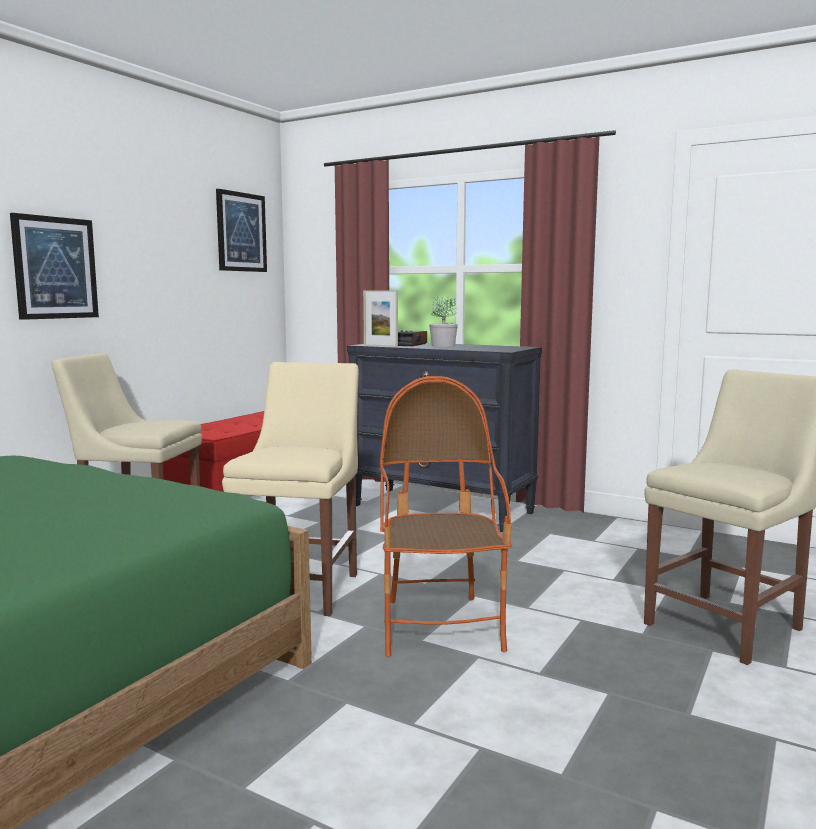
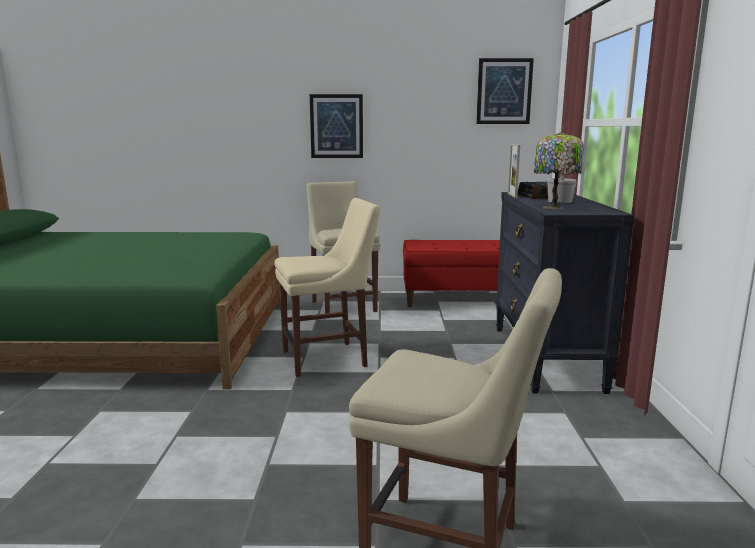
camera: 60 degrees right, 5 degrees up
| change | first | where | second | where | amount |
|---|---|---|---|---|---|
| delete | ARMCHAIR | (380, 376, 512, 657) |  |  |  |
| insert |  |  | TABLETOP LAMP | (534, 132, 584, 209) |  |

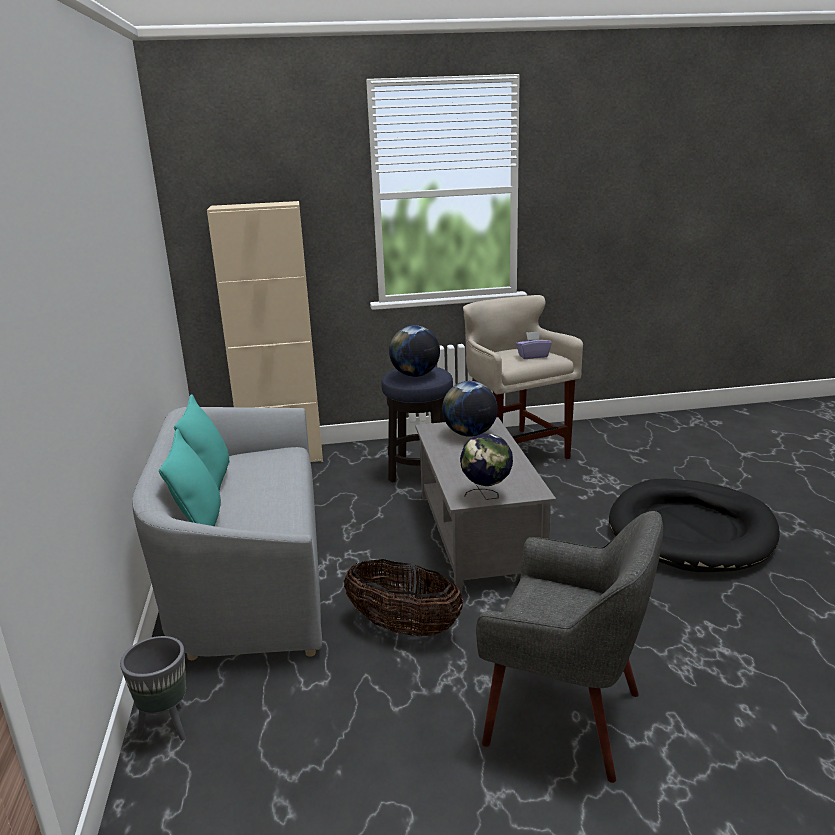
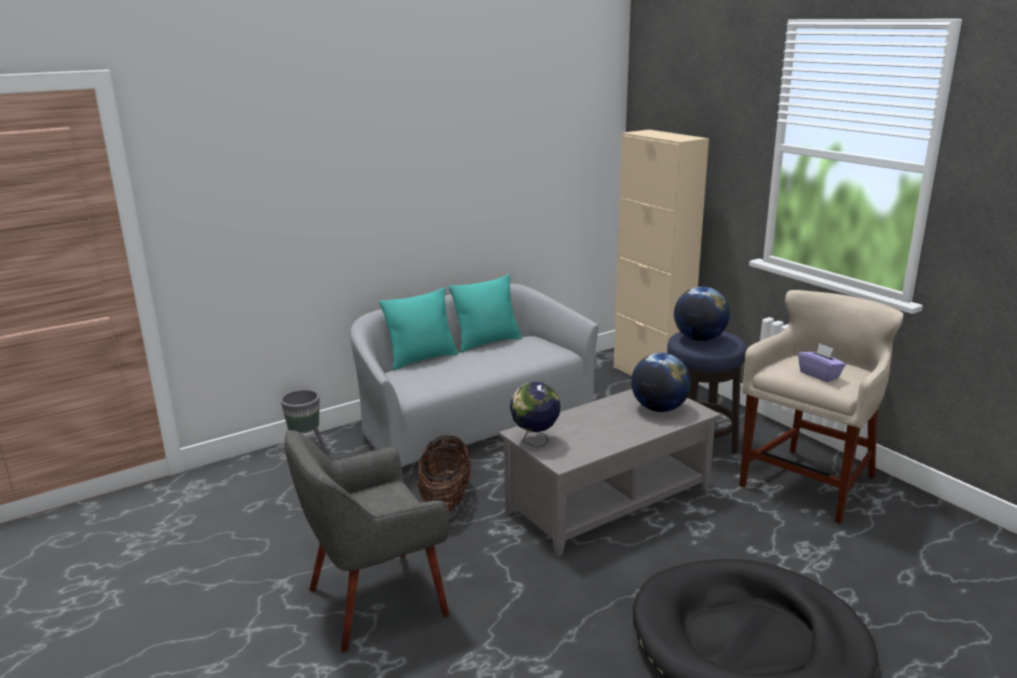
camera: 65 degrees right, 0 degrees up
| change | first | where | second | where | amount |
|---|---|---|---|---|---|
| rotate | GRAY ARMCHAIR | (476, 511, 663, 783) |  | (285, 430, 449, 653) | 60 degrees clockwise |

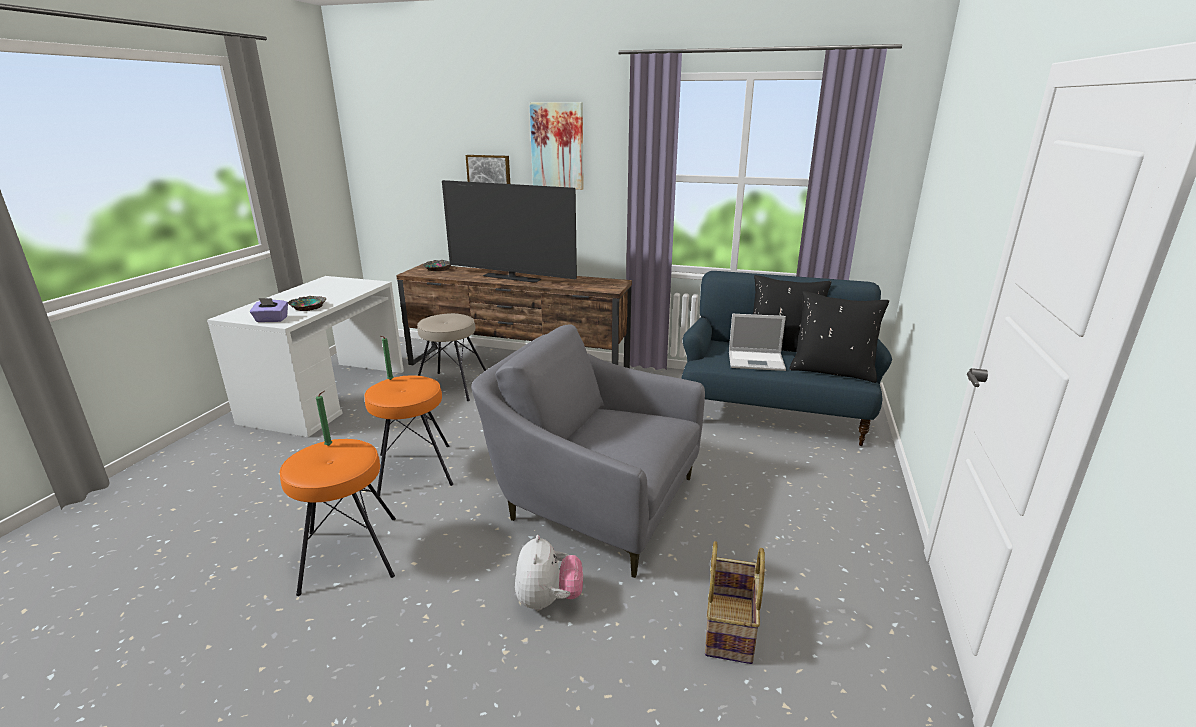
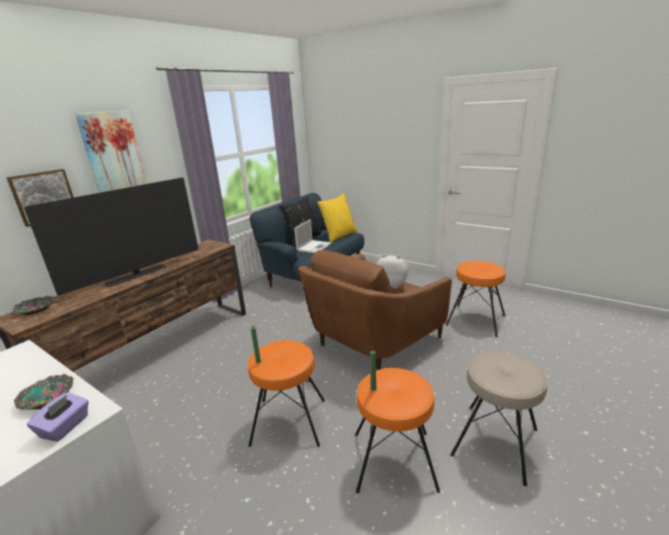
camera: 70 degrees left, 0 degrees up
| change | first | where | second | where | amount |
|---|---|---|---|---|---|
| move | BEIGE STOOL SEAT | (417, 313, 486, 401) |  | (451, 352, 548, 486) |  |
| move | SOFT TOY | (515, 535, 583, 610) |  | (376, 254, 408, 289) |  |
| replace | BASKET | (705, 541, 765, 664) | ORANGE-COLOURED STOOL SEAT | (446, 261, 506, 337) |  |
| recolor | GRAY ARMCHAIR | (471, 325, 705, 578) | BROWN-COLOURED ARMCHAIR | (298, 250, 452, 370) |  |
| recolor | BLACK THROW PILLOW | (790, 291, 889, 383) | YELLOW THROW PILLOW | (317, 193, 357, 242) |  |

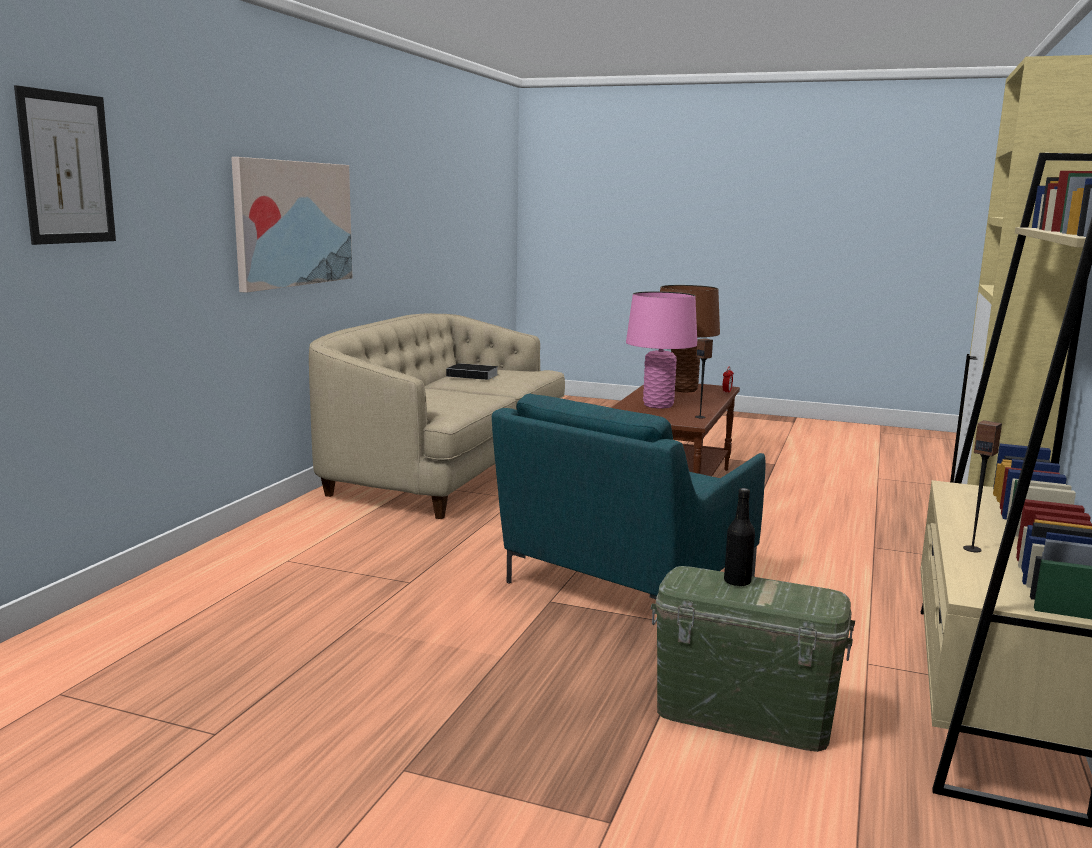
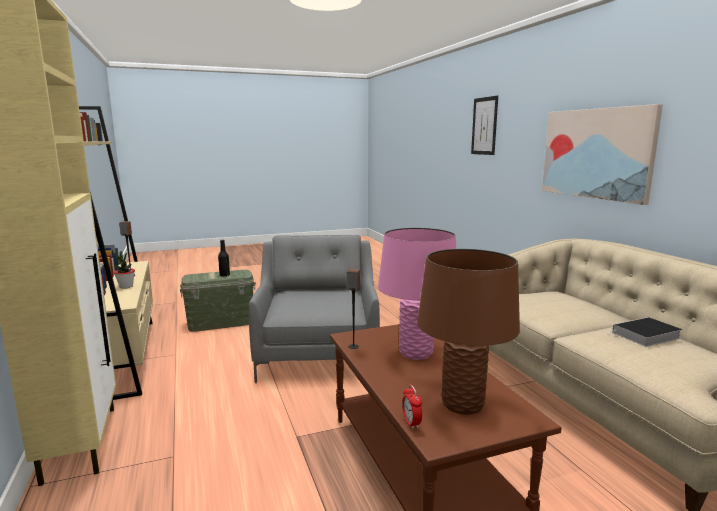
camera: 140 degrees right, 0 degrees up
| change | first | where | second | where | amount |
|---|---|---|---|---|---|
| insert |  |  | PLANT IN A POT | (114, 251, 135, 288) |  |
| recolor | BLUE-GREEN ARMCHAIR | (492, 394, 766, 599) | GRAY ARMCHAIR | (249, 235, 380, 383) |  |

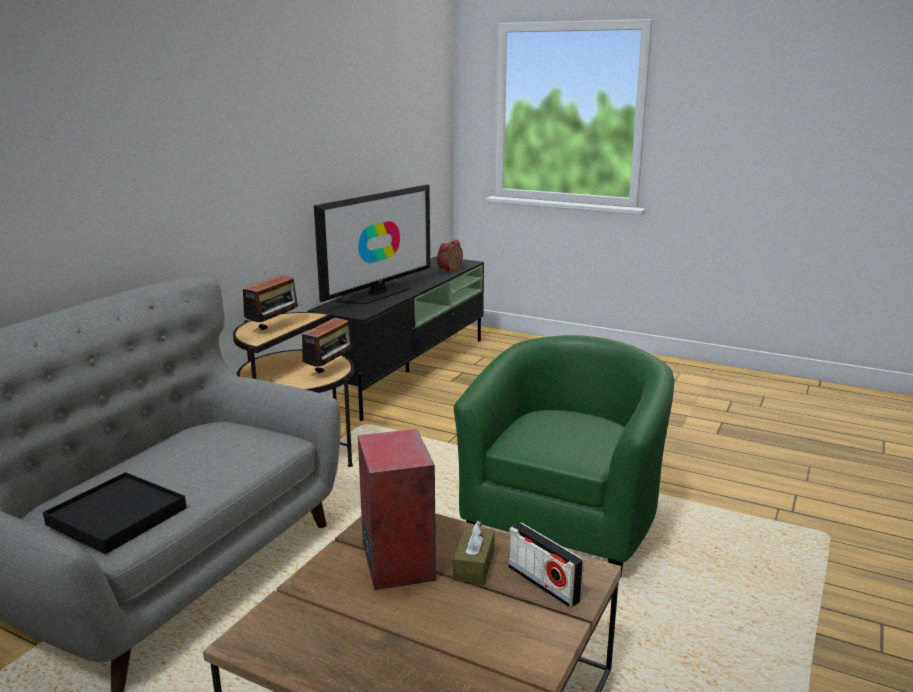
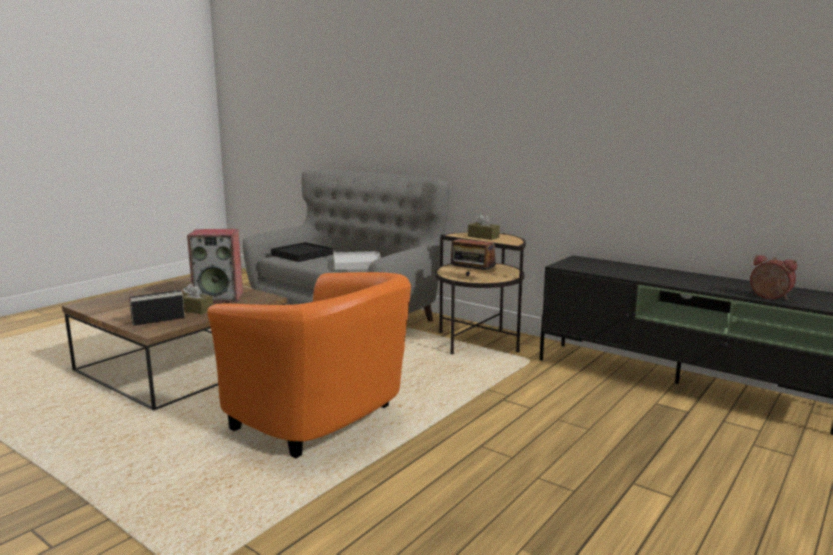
camera: 100 degrees right, 5 degrees down
| change | first | where | second | where | amount |
|---|---|---|---|---|---|
| delete | TV | (314, 184, 430, 304) |  |  |  |
| insert |  |  | WHITE-COLOURED CARRYING TRAY | (334, 251, 381, 270) |  |
| replace | RADIO | (243, 275, 302, 331) | BROWN-COLOURED BOX OF TISSUES | (468, 213, 500, 240) |  |
| recolor | GREEN ARMCHAIR | (454, 335, 674, 580) | ORANGE-COLOURED ARMCHAIR | (207, 272, 411, 458) |  |

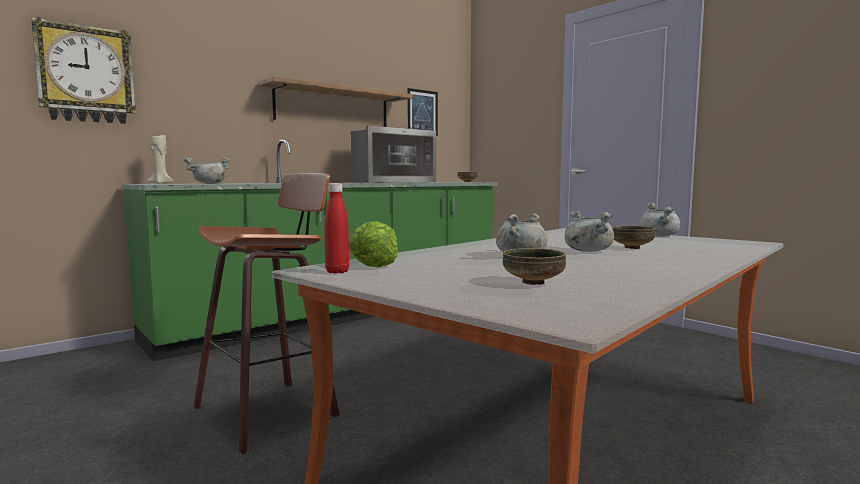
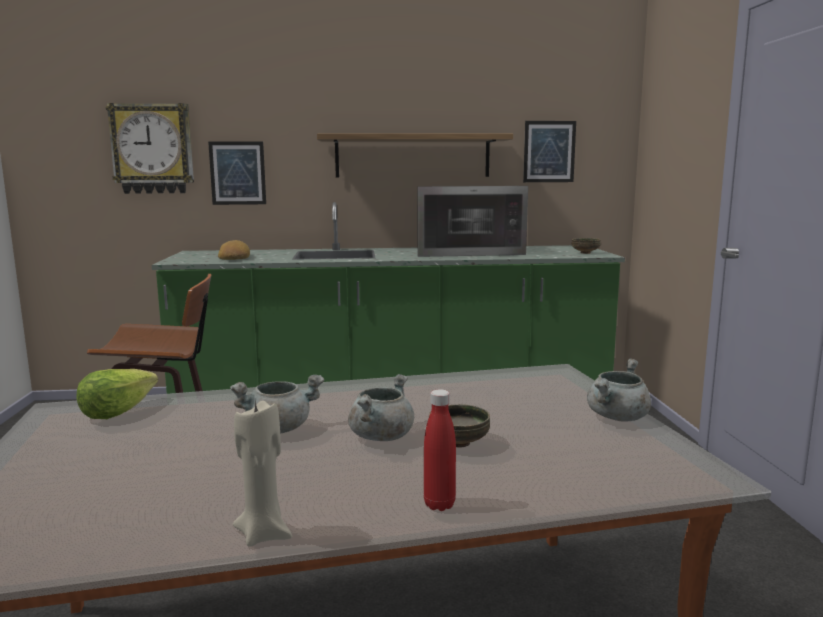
camera: 35 degrees right, 5 degrees up
| change | first | where | second | where | amount |
|---|---|---|---|---|---|
| delete | SERVING BOWL | (503, 248, 566, 285) |  |  |  |
| insert |  |  | WALL ART | (208, 142, 266, 205) |  |
| move | BEIGE CANDLE | (148, 134, 173, 184) |  | (233, 401, 292, 547) |  |
| move | RED-COLOURED BEVERAGE BOTTLE | (324, 183, 349, 274) |  | (424, 389, 456, 511) |  |
| replace | GRAY SAUCEPOT | (184, 157, 230, 184) | BREAD | (218, 240, 250, 260) |  |

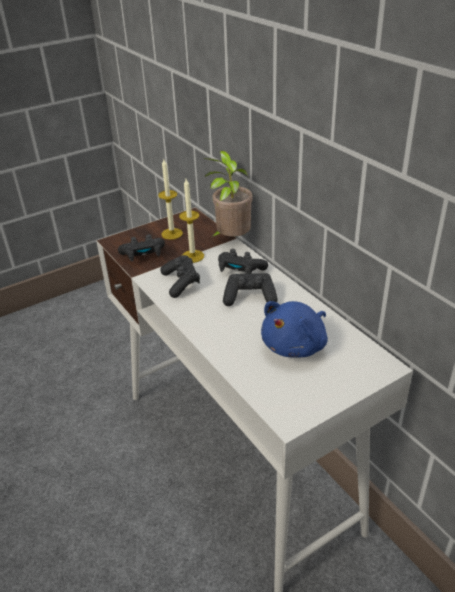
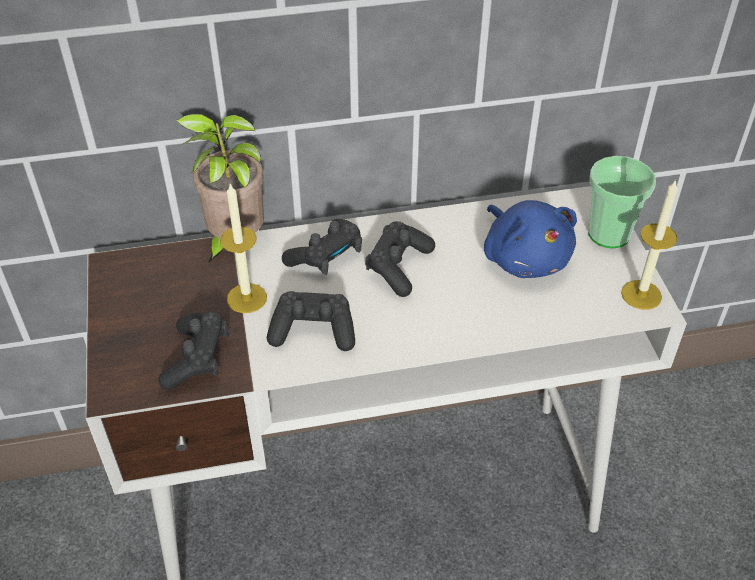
camera: 70 degrees left, 10 degrees up
| change | first | where | second | where | amount |
|---|---|---|---|---|---|
| insert |  |  | CUP | (588, 156, 656, 249) |  |
| move | CANDLE | (158, 159, 183, 240) |  | (621, 179, 678, 310) |  |

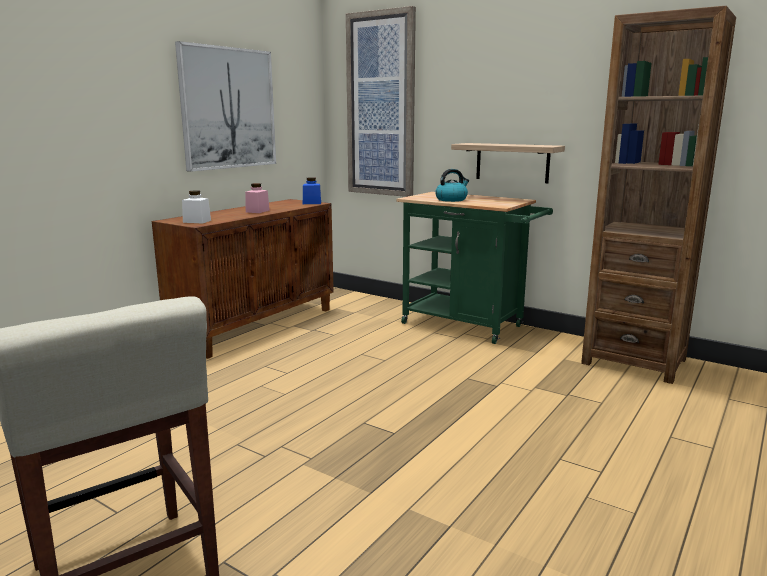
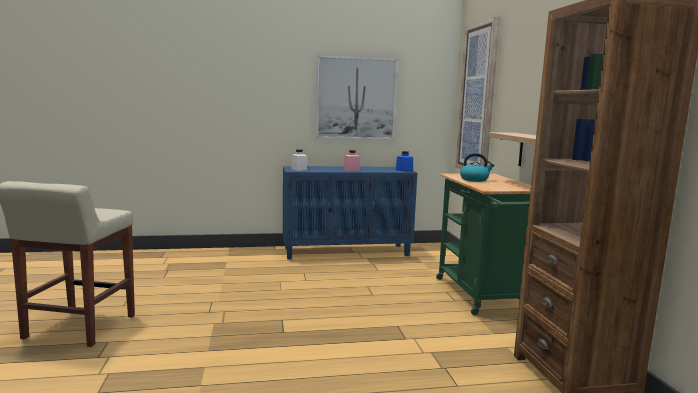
camera: 45 degrees right, 5 degrees down
| change | first | where | second | where | amount |
|---|---|---|---|---|---|
| recolor | BROWN-COLOURED CUPBOARD | (152, 199, 334, 359) | BLUE-COLOURED CUPBOARD | (283, 166, 417, 260) |  |

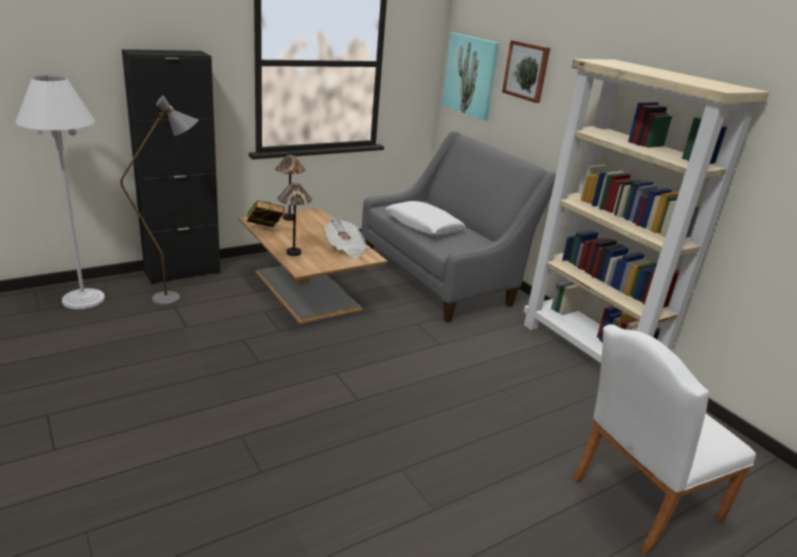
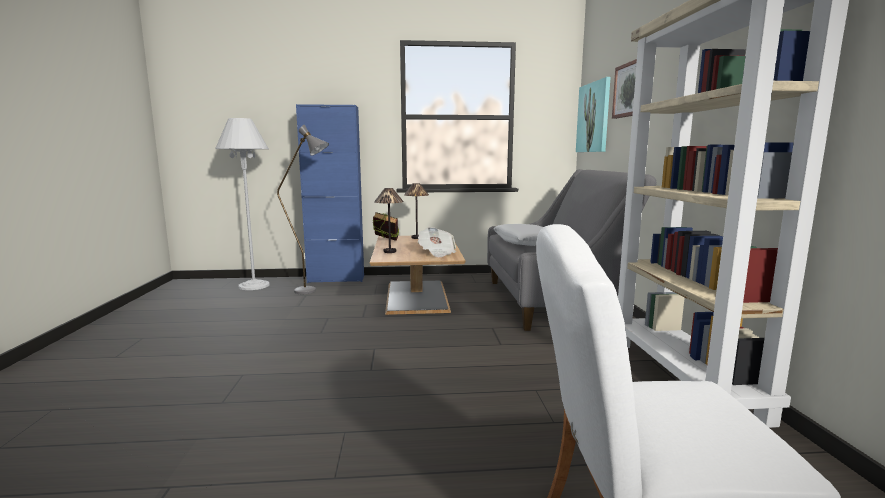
camera: 30 degrees right, 15 degrees down
| change | first | where | second | where | amount |
|---|---|---|---|---|---|
| recolor | BLACK CUPBOARD | (122, 49, 220, 284) | BLUE-COLOURED CUPBOARD | (296, 104, 364, 283) |  |

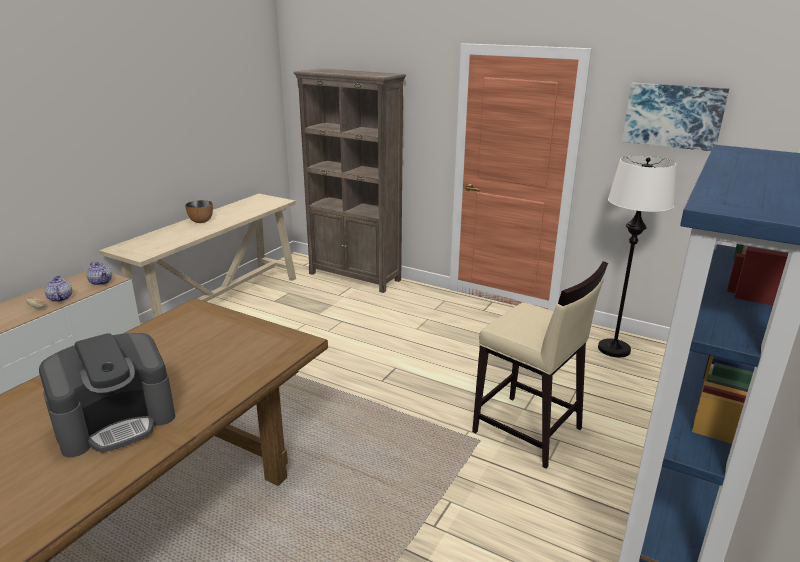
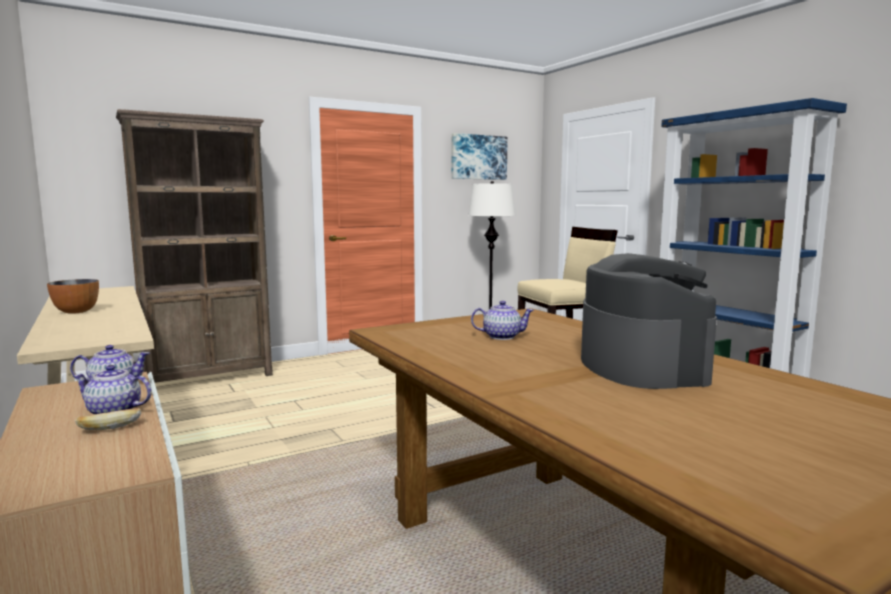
camera: 60 degrees left, 15 degrees down
| change | first | where | second | where | amount |
|---|---|---|---|---|---|
| insert |  |  | POT FOR TEA | (471, 301, 534, 340) |  |

